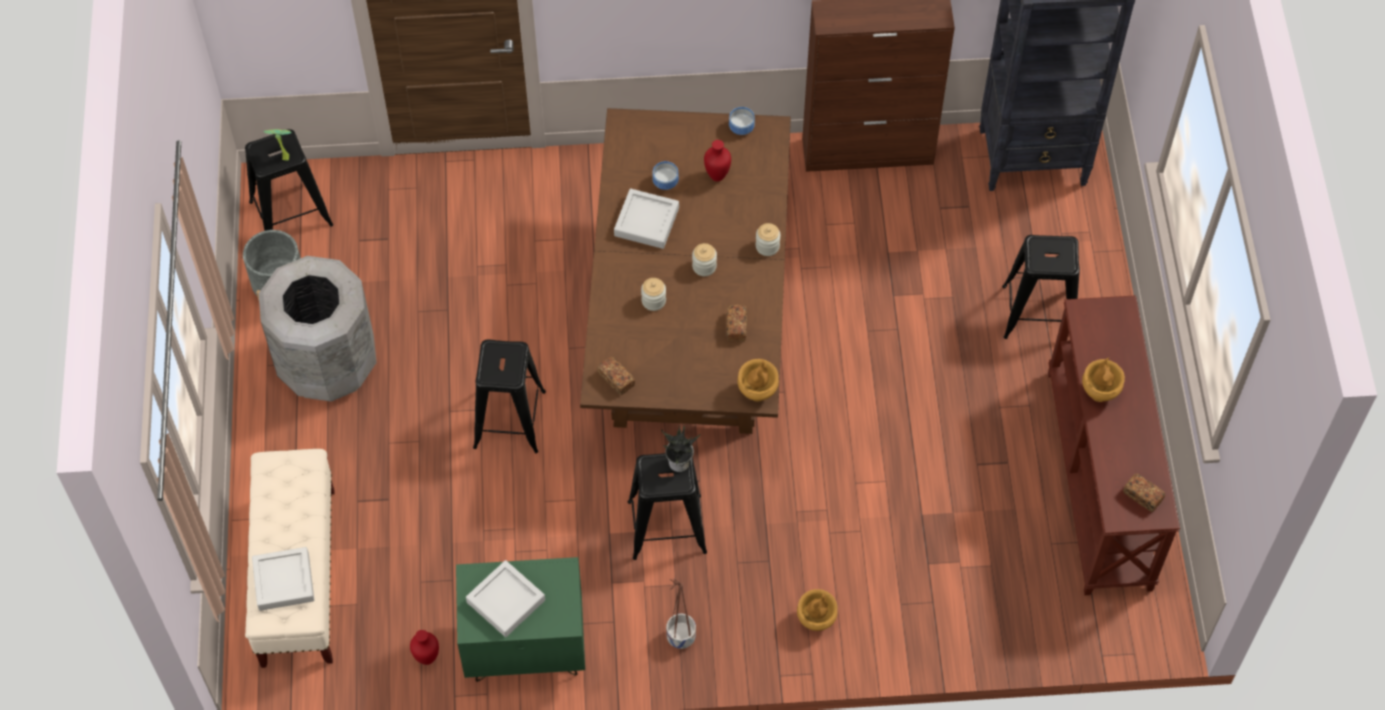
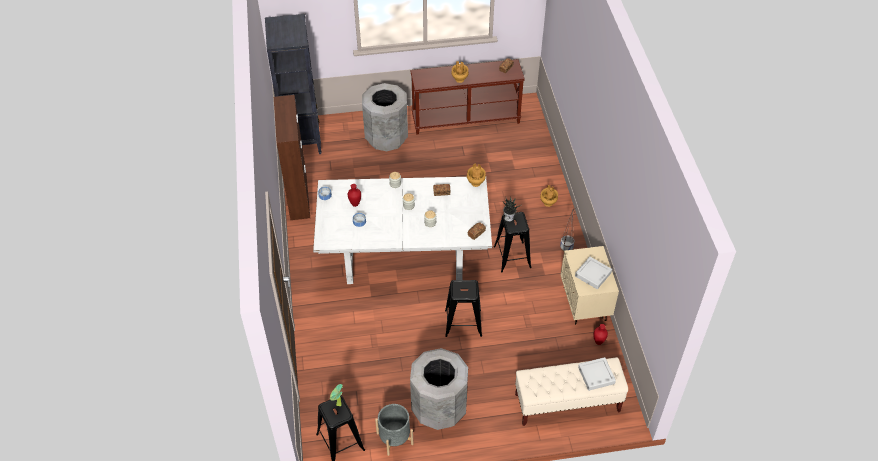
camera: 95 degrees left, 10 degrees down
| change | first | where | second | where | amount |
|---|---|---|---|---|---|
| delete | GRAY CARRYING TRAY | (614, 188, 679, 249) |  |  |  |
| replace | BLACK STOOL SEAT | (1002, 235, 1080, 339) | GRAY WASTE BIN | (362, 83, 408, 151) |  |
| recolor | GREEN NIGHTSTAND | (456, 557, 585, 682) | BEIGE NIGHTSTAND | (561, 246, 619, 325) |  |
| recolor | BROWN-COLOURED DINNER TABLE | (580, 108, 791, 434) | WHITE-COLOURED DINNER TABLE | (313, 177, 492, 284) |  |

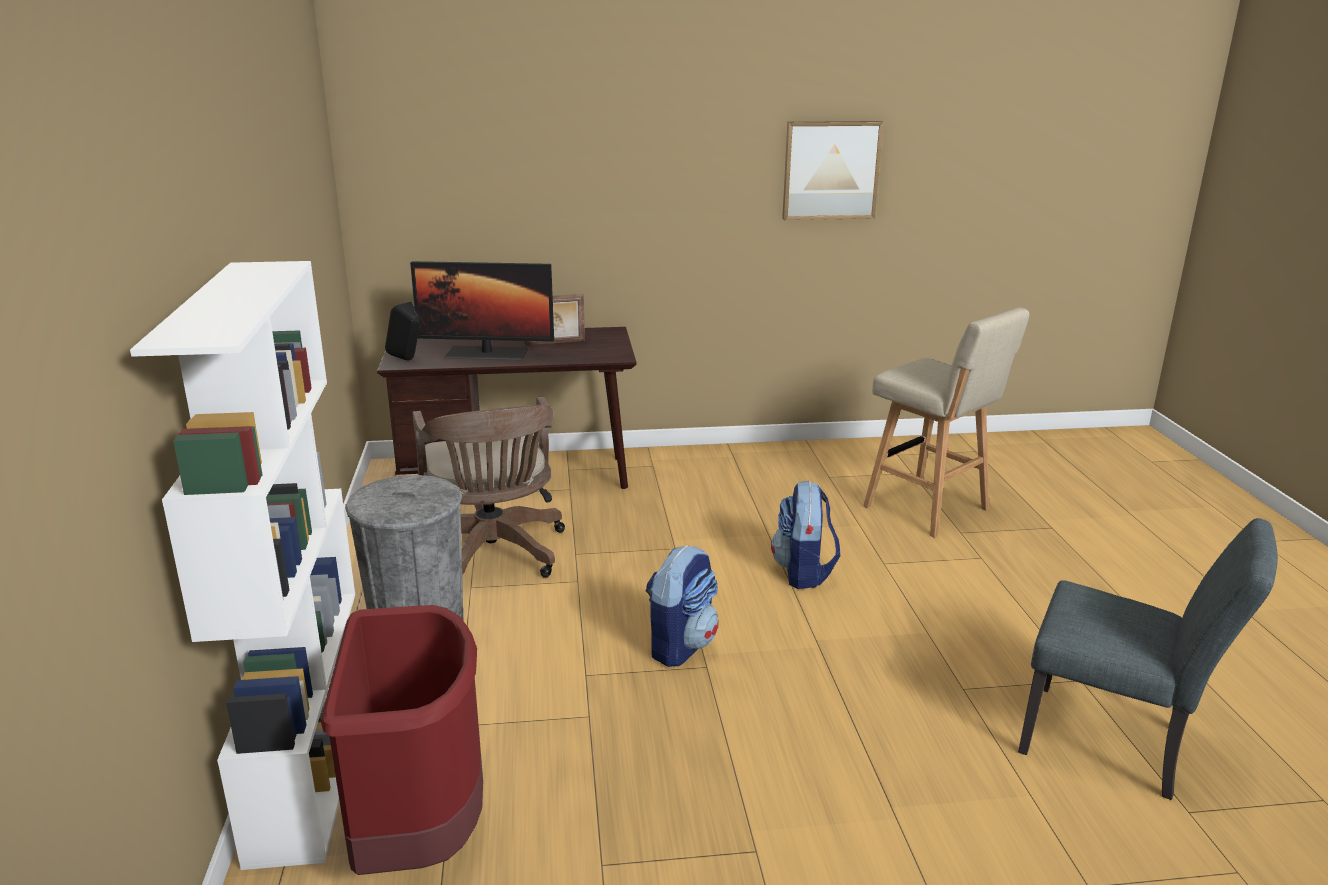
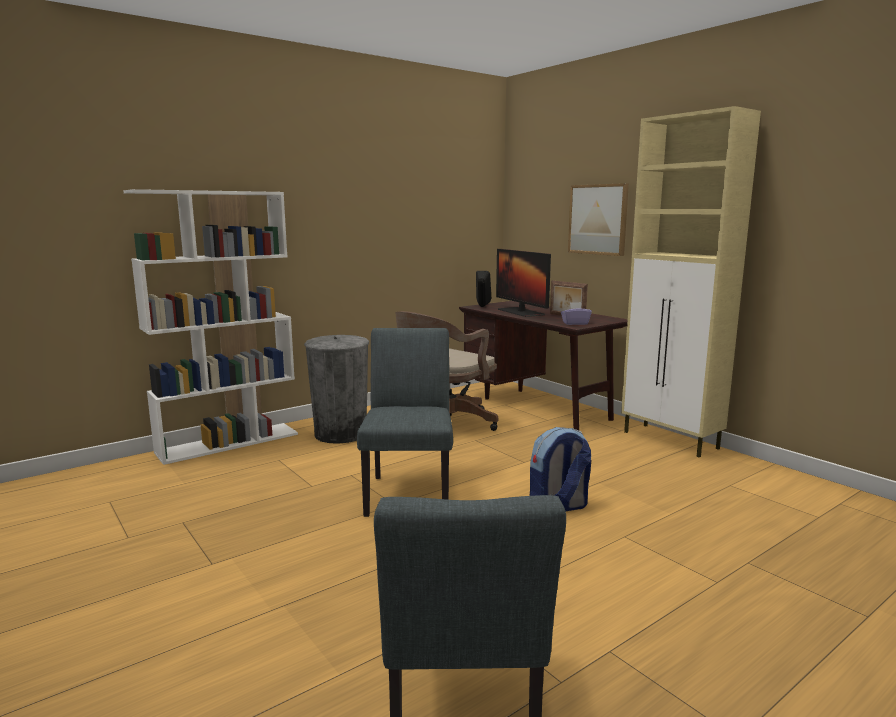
camera: 60 degrees right, 10 degrees down
| change | first | where | second | where | amount |
|---|---|---|---|---|---|
| delete | RED-COLOURED WASTE BIN | (321, 605, 483, 875) |  |  |  |
| delete | BEIGE STOOL SEAT | (863, 308, 1029, 538) |  |  |  |
| insert |  |  | PURPLE BOX OF TISSUES | (561, 302, 592, 325) |  |
| insert |  |  | BEIGE CUPBOARD | (621, 106, 761, 457) |  |
| move | WALL ART | (782, 121, 883, 220) |  | (568, 183, 629, 256) |  |
| replace | BACKPACK | (646, 545, 719, 667) | GRAY CHAIR | (357, 328, 453, 517) |  |

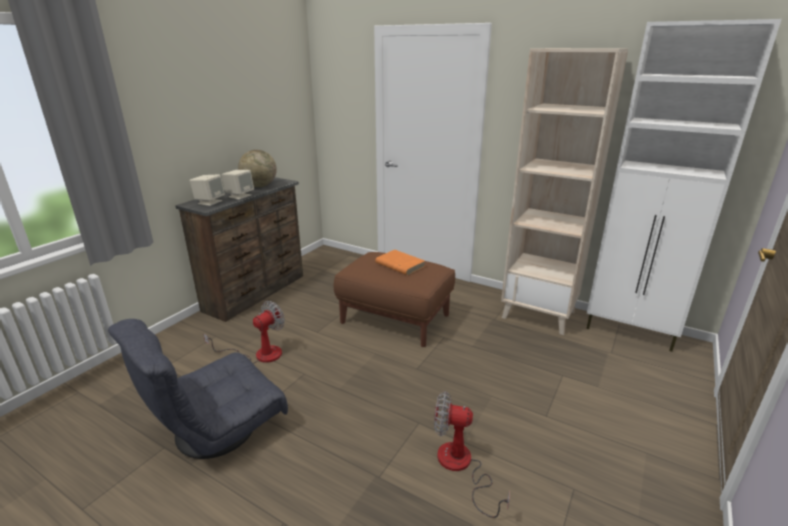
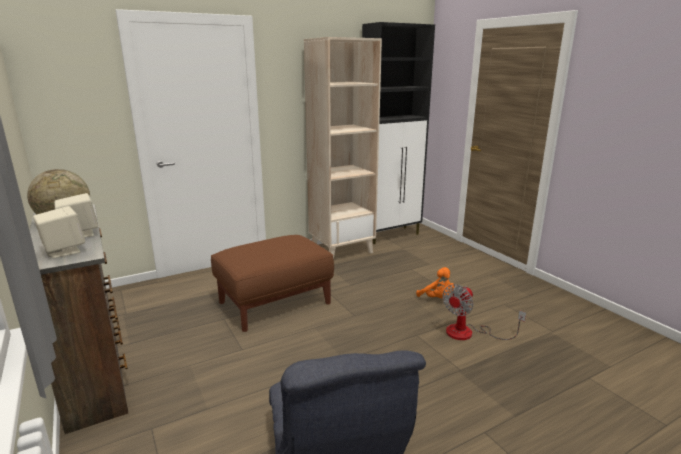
camera: 60 degrees left, 5 degrees down
| change | first | where | second | where | amount |
|---|---|---|---|---|---|
| delete | COOLING FAN | (203, 301, 285, 364) |  |  |  |
| delete | ORANGE-COLOURED VOLUME | (375, 250, 425, 275) |  |  |  |
| insert |  |  | ORANGE-COLOURED SOFT TOY | (416, 267, 455, 298) |  |
| recolor | WHITE-COLOURED CUPBOARD | (586, 19, 782, 352) | BLACK CUPBOARD | (362, 22, 435, 244) |  |

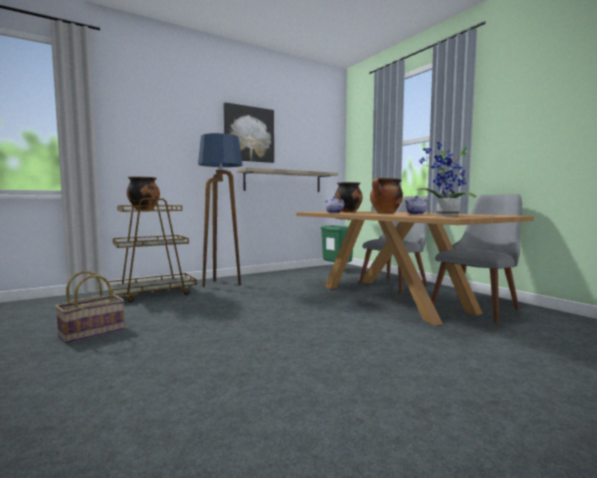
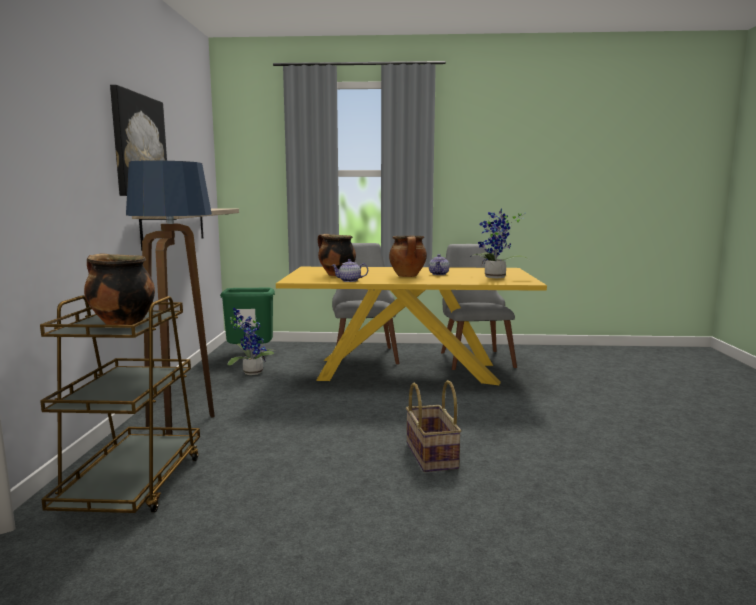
camera: 55 degrees left, 5 degrees up
| change | first | where | second | where | amount |
|---|---|---|---|---|---|
| insert |  |  | PLANT IN A POT | (228, 308, 276, 375) |  |
| move | BASKET | (55, 271, 125, 344) |  | (406, 380, 461, 472) |  |
| recolor | BROWN-COLOURED DINNER TABLE | (296, 211, 534, 325) | YELLOW DINNER TABLE | (276, 267, 547, 385) |  |

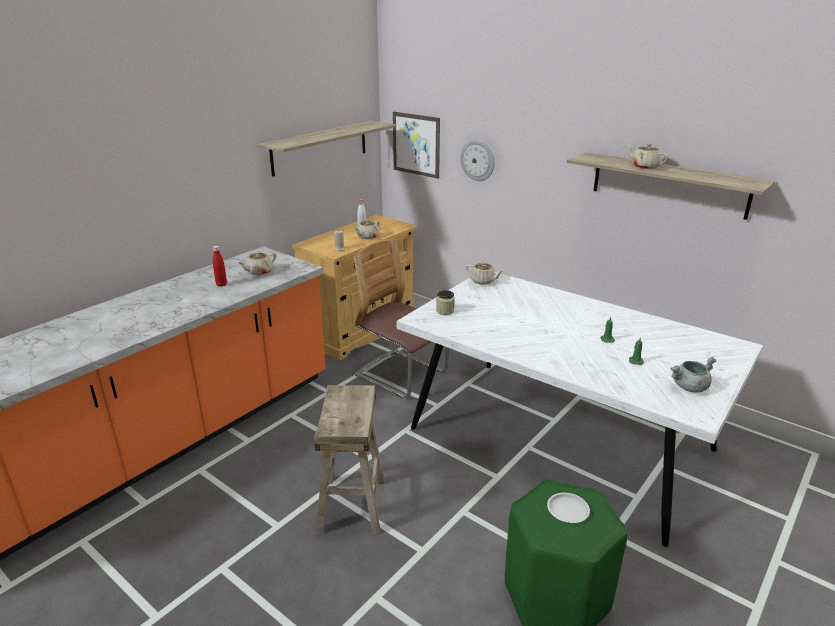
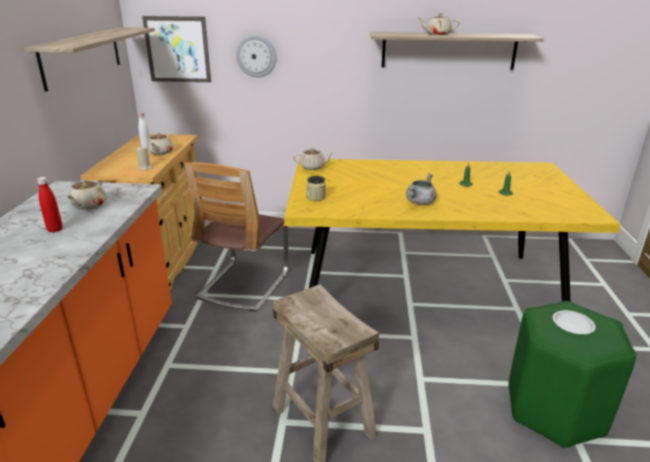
camera: 35 degrees left, 0 degrees up
| change | first | where | second | where | amount |
|---|---|---|---|---|---|
| move | GRAY SAUCEPOT | (670, 357, 716, 393) |  | (406, 173, 436, 205) |  |
| recolor | WHITE-COLOURED DINNER TABLE | (397, 272, 763, 547) | YELLOW DINNER TABLE | (284, 158, 621, 302) |  |
| rotate | CHAIR | (354, 239, 449, 398) |  | (184, 162, 288, 312) | 75 degrees counterclockwise |

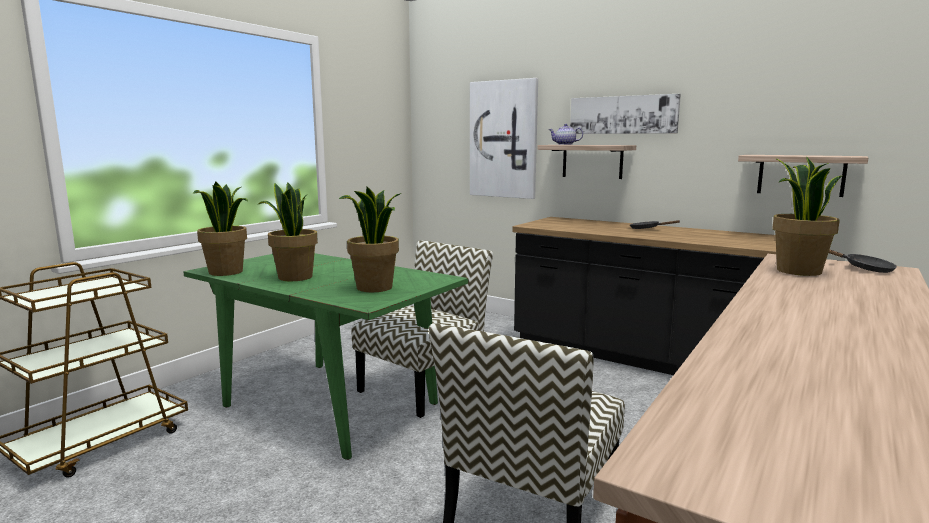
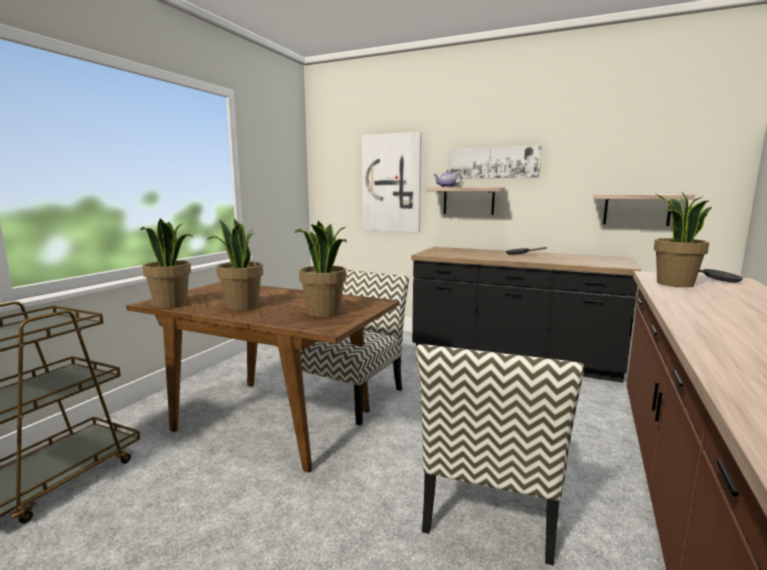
camera: 10 degrees left, 0 degrees up
| change | first | where | second | where | amount |
|---|---|---|---|---|---|
| recolor | GREEN DINNER TABLE | (183, 253, 468, 460) | BROWN-COLOURED DINNER TABLE | (126, 282, 399, 472) |  |

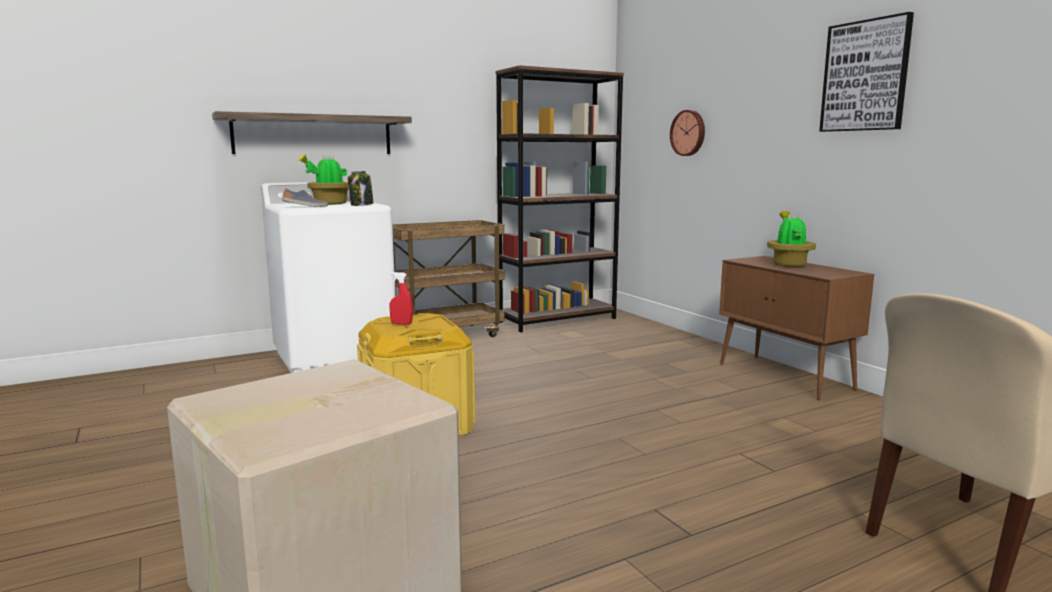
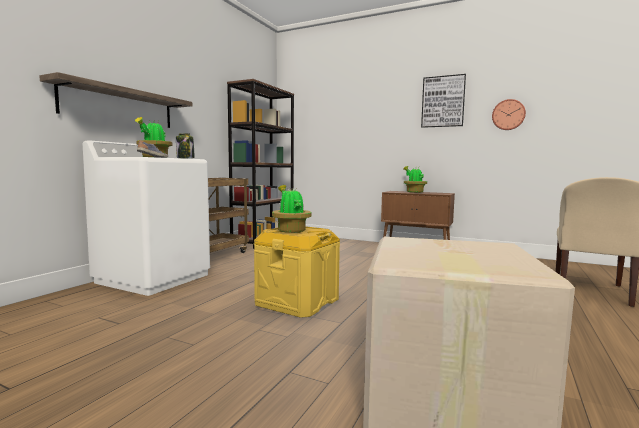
camera: 35 degrees left, 5 degrees down
| change | first | where | second | where | amount |
|---|---|---|---|---|---|
| move | WALL CLOCK | (670, 110, 705, 156) |  | (492, 99, 526, 130) |  |
| replace | RED-COLOURED HAND SPRAYER | (389, 272, 413, 325) | PLANT IN A POT | (272, 185, 312, 233) |  |

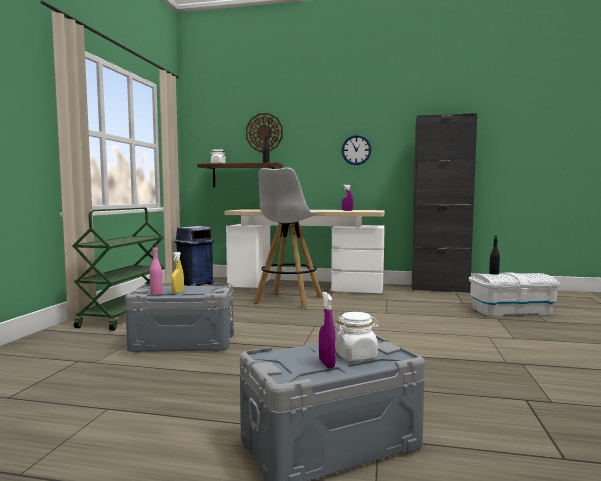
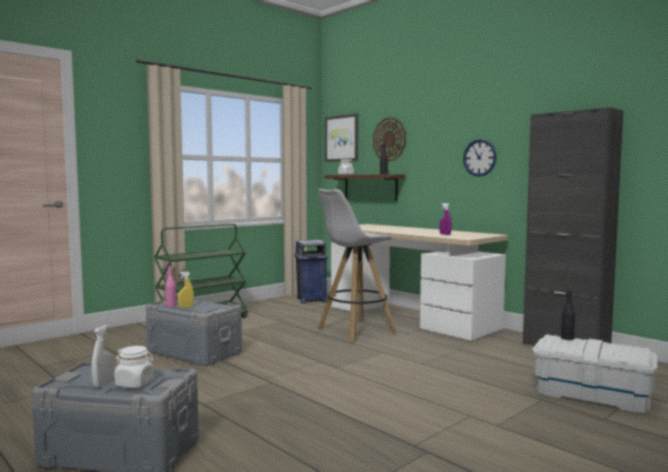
camera: 35 degrees right, 0 degrees up
| change | first | where | second | where | amount |
|---|---|---|---|---|---|
| insert |  |  | WALL ART | (325, 113, 358, 162) |  |
| recolor | PURPLE HAND SPRAYER | (319, 292, 336, 368) | WHITE-COLOURED HAND SPRAYER | (92, 325, 113, 387) |  |

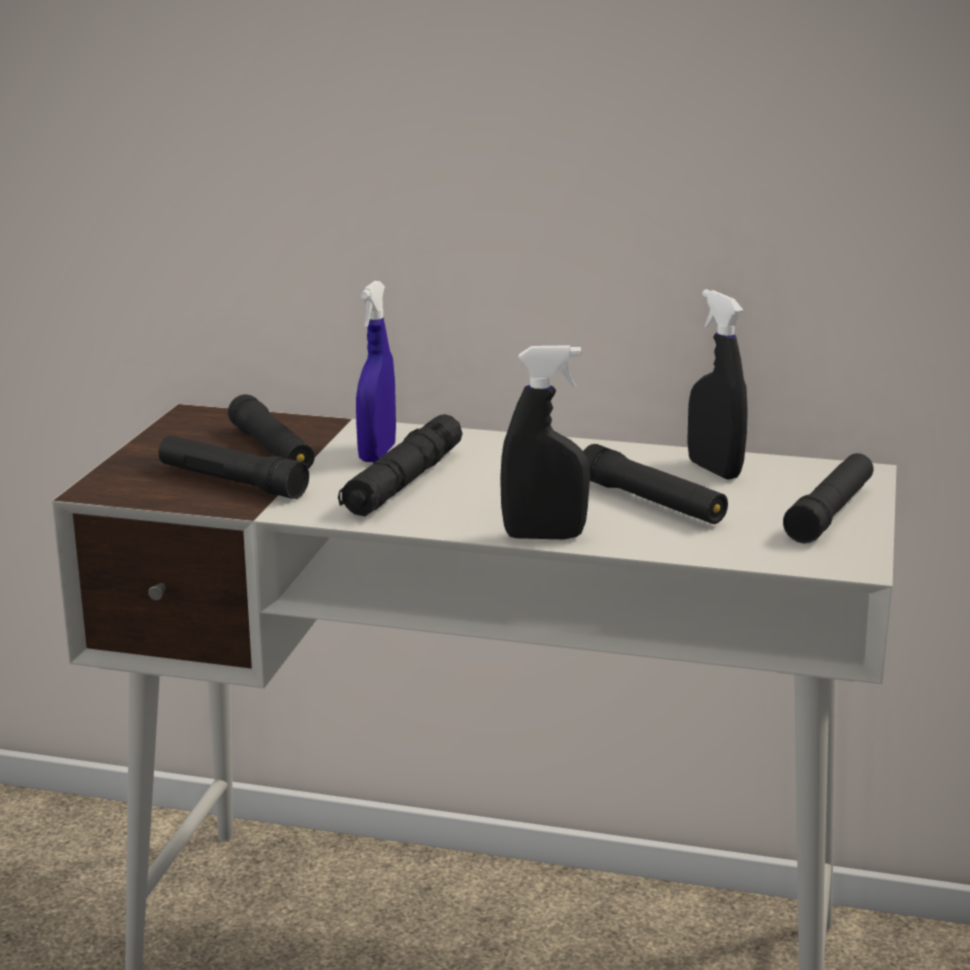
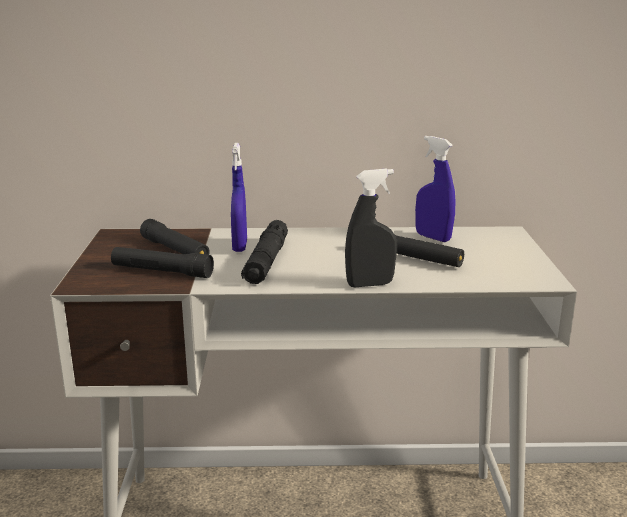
camera: 15 degrees left, 0 degrees up
| change | first | where | second | where | amount |
|---|---|---|---|---|---|
| delete | BLACK HAND TORCH | (783, 453, 874, 544) |  |  |  |
| recolor | BLACK HAND SPRAYER | (687, 289, 748, 480) | BLUE-COLOURED HAND SPRAYER | (415, 136, 455, 242) |  |

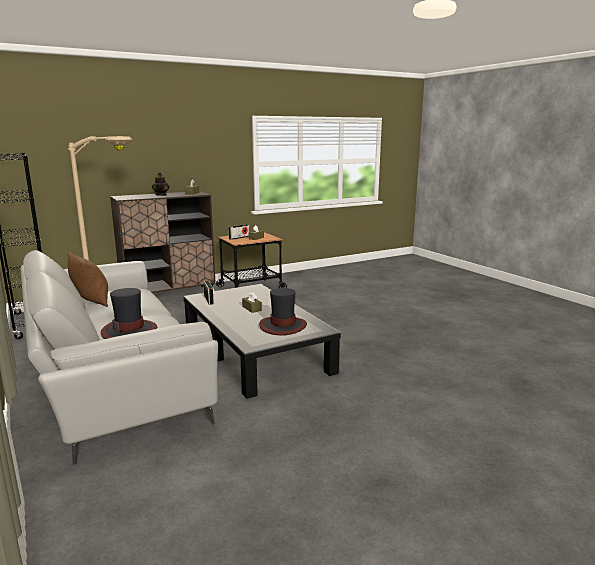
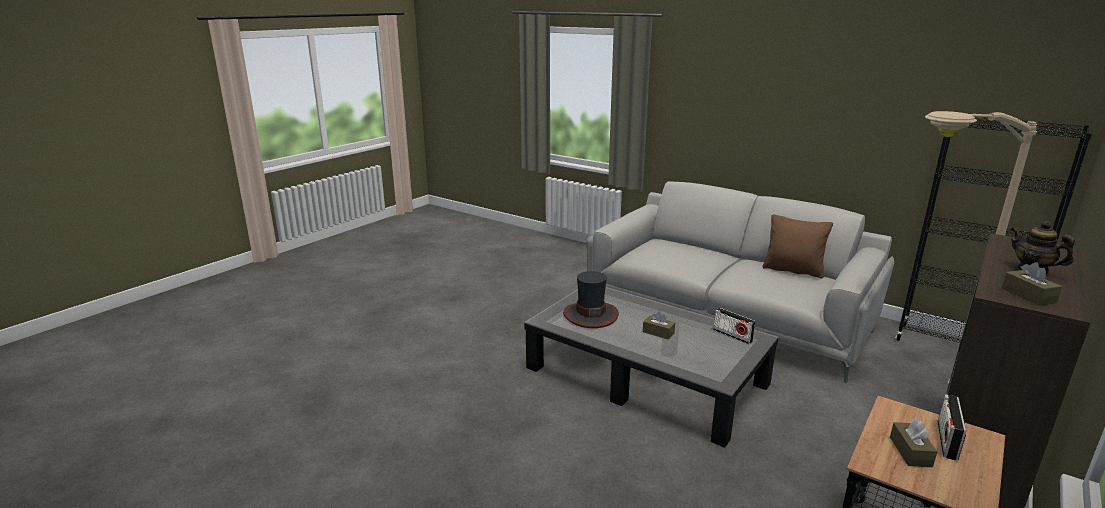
camera: 155 degrees right, 5 degrees up
| change | first | where | second | where | amount |
|---|---|---|---|---|---|
| delete | HAT | (101, 288, 157, 339) |  |  |  |

